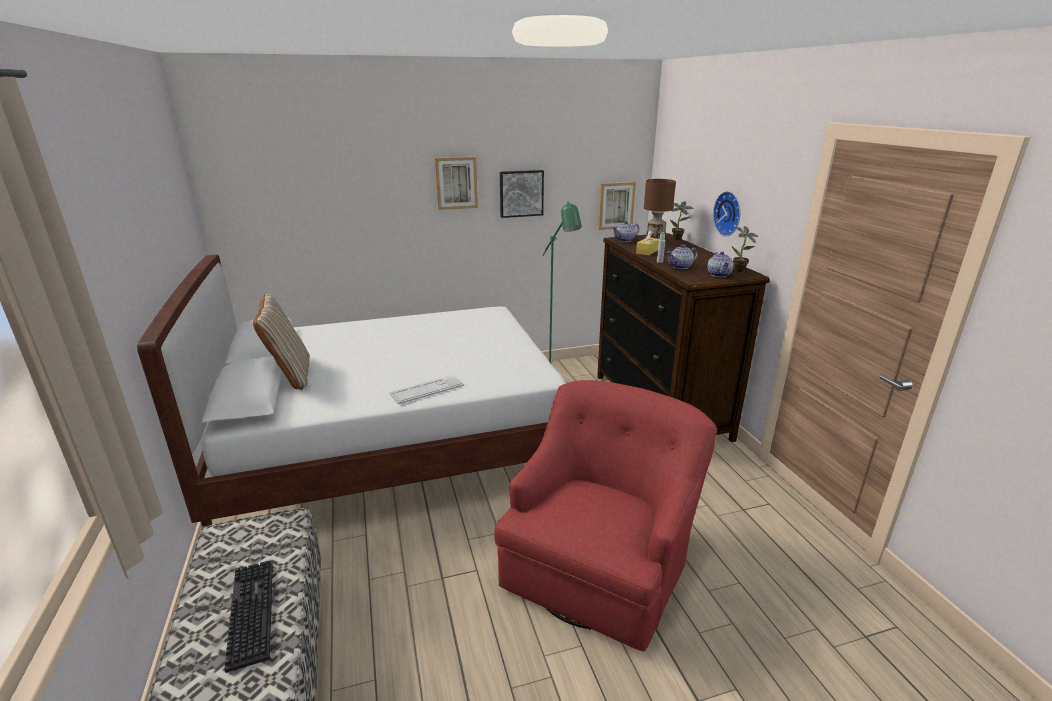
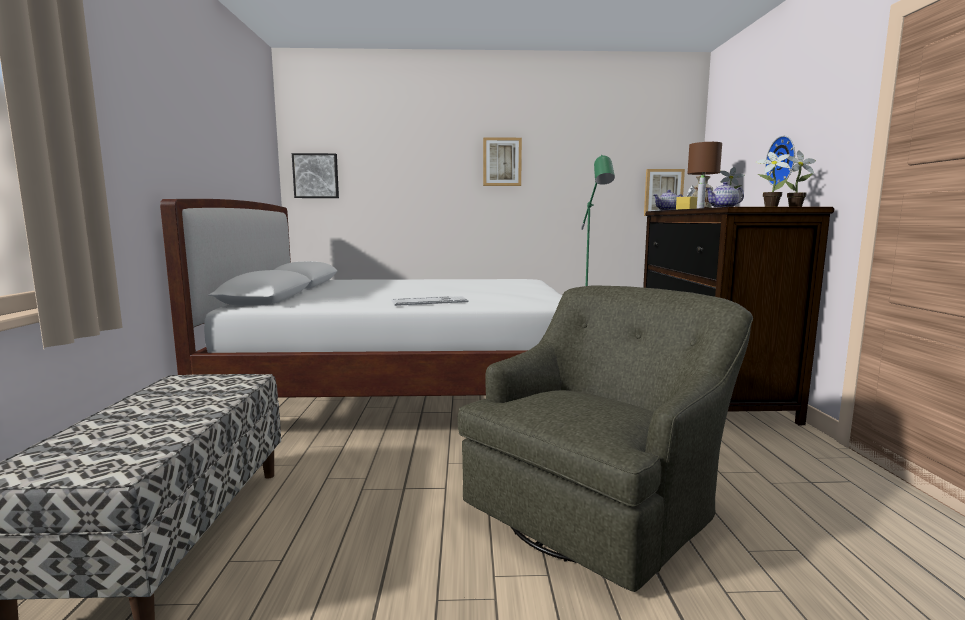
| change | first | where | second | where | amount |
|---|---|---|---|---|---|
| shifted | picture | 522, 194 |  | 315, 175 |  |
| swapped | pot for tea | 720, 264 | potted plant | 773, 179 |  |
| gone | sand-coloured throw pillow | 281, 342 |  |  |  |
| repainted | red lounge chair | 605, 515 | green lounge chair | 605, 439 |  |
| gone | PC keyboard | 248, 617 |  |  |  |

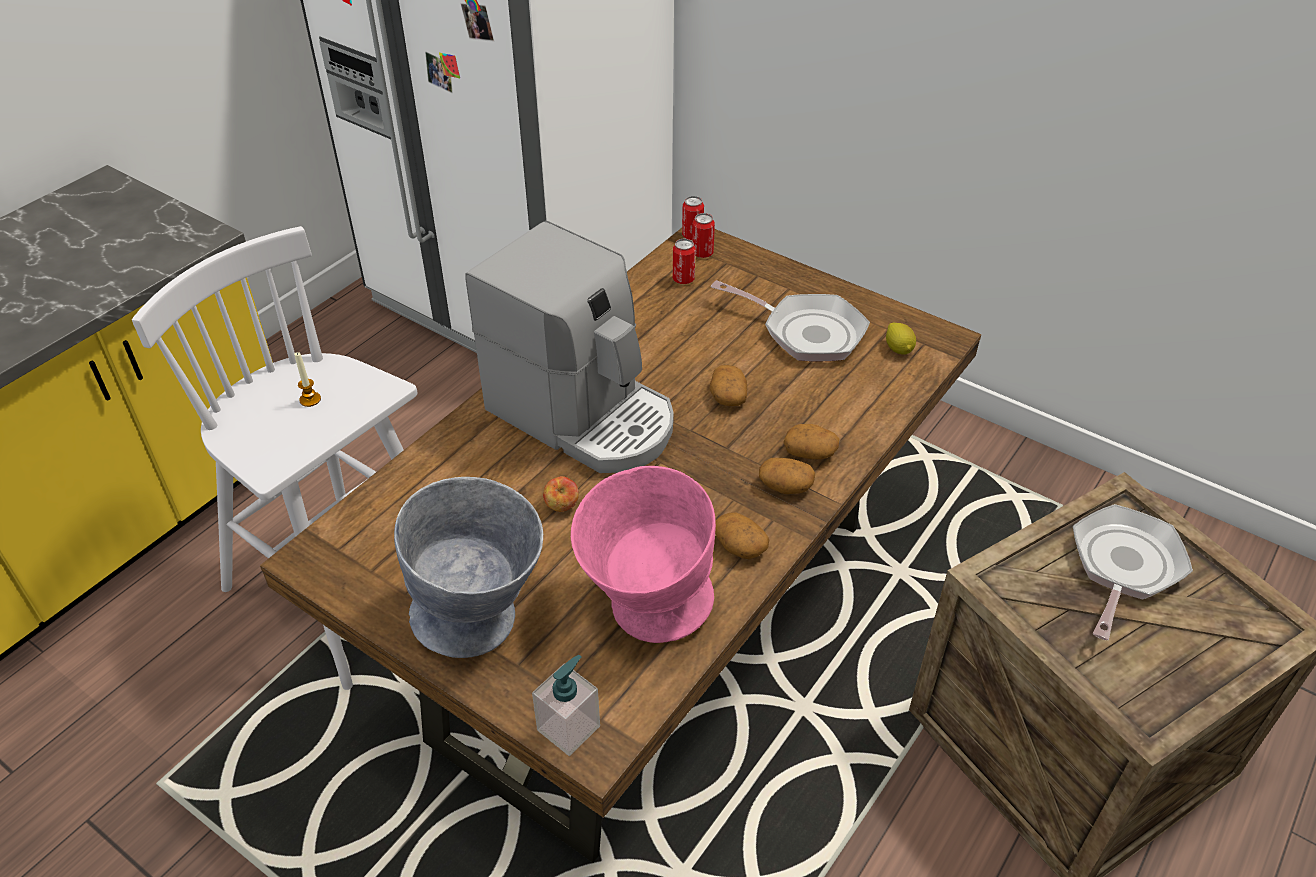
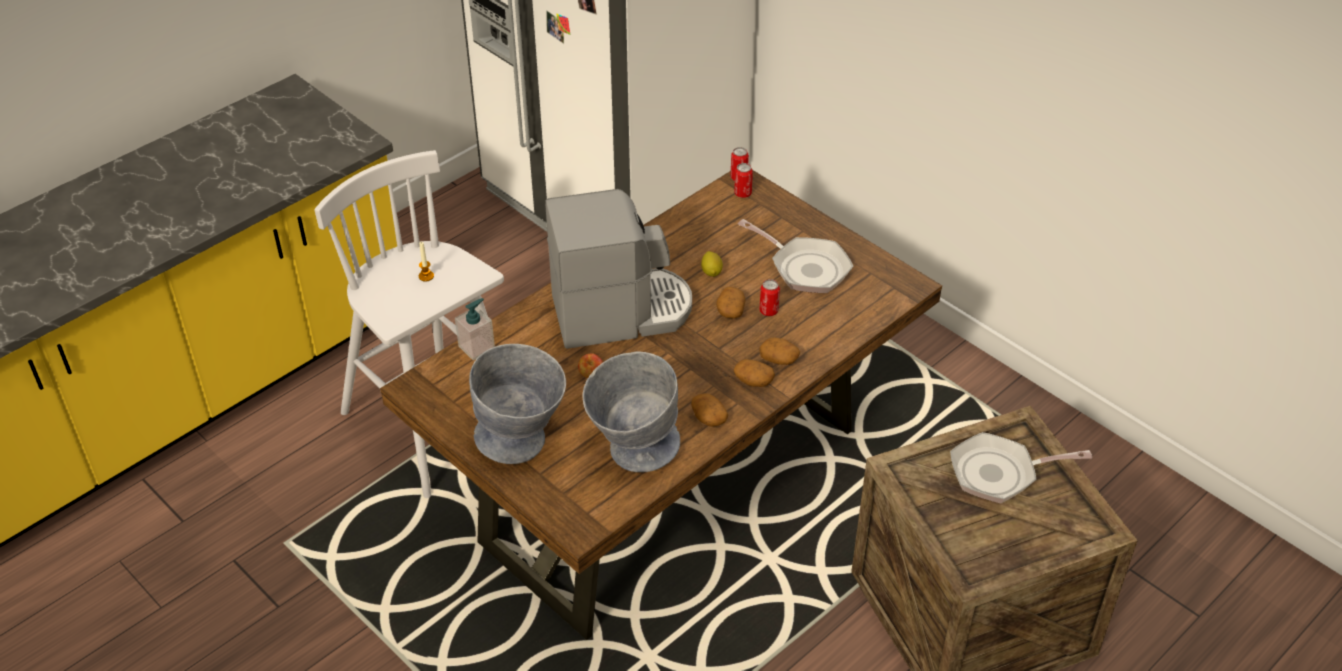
| change | first | where | second | where | amount |
|---|---|---|---|---|---|
| rotated | coffee machine | 569, 347 |  | 618, 269 | 60 degrees counterclockwise |
| shifted | metal can | 684, 261 |  | 769, 297 |  |
| shifted | citrus fruit | 901, 338 |  | 712, 264 |  |
| repainted | pinkish deep dish | 643, 554 | greyish deep dish | 631, 412 |  |
| rotated | frying pan | 1133, 572 |  | 1021, 467 | 135 degrees counterclockwise |
| shifted | liquid soap bottle | 566, 705 |  | 475, 329 |  |

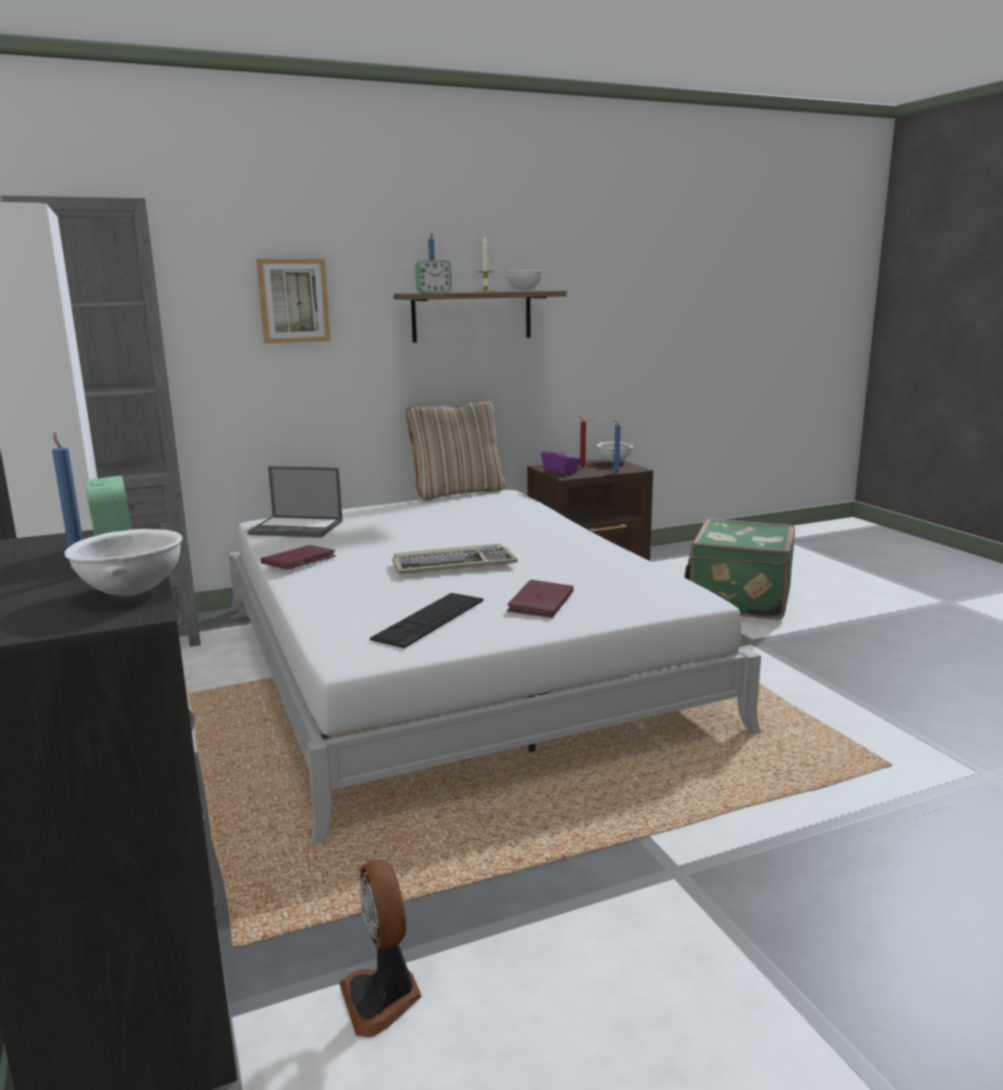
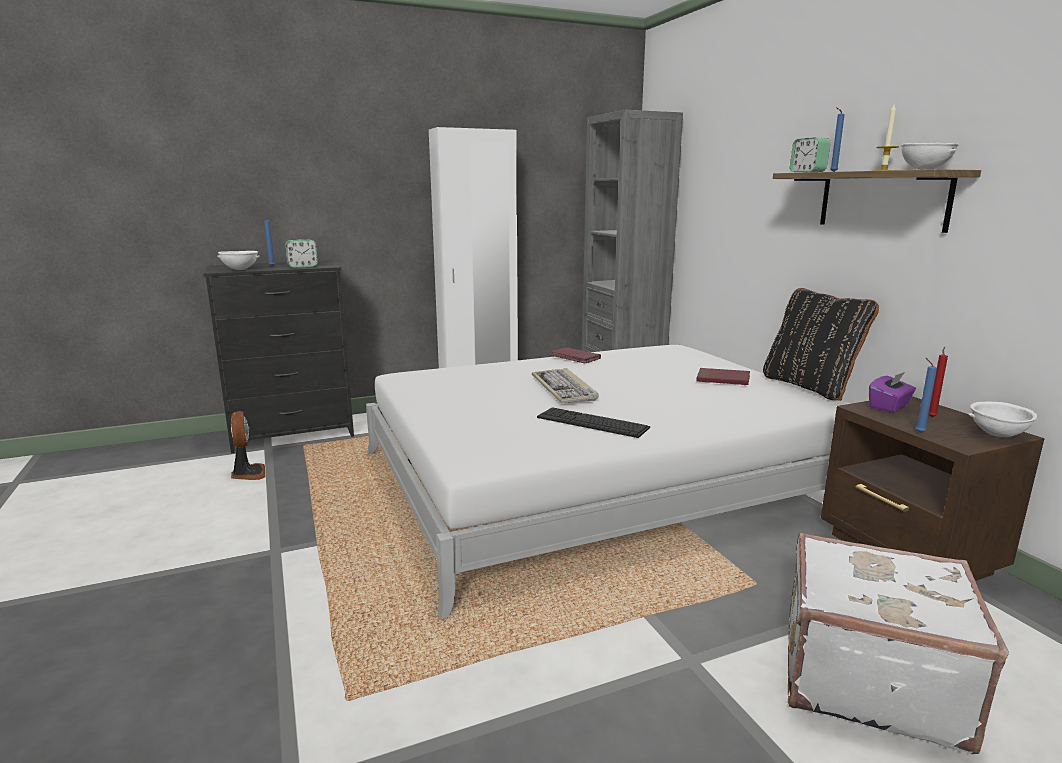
| change | first | where | second | where | amount |
|---|---|---|---|---|---|
| gone | picture | 294, 301 |  |  |  |
| repainted | sand-coloured throw pillow | 455, 450 | black-coloured throw pillow | 821, 344 |  |
| gone | notebook computer | 295, 502 |  |  |  |
| repainted | green piece of luggage | 739, 569 | white-coloured piece of luggage | 898, 643 |  |
| shifted | red bound book | 540, 599 |  | 723, 376 |  |
| shifted | PC keyboard | 426, 620 |  | 593, 423 |  |
| rotated | electric fan | 380, 948 |  | 248, 445 | 90 degrees clockwise |

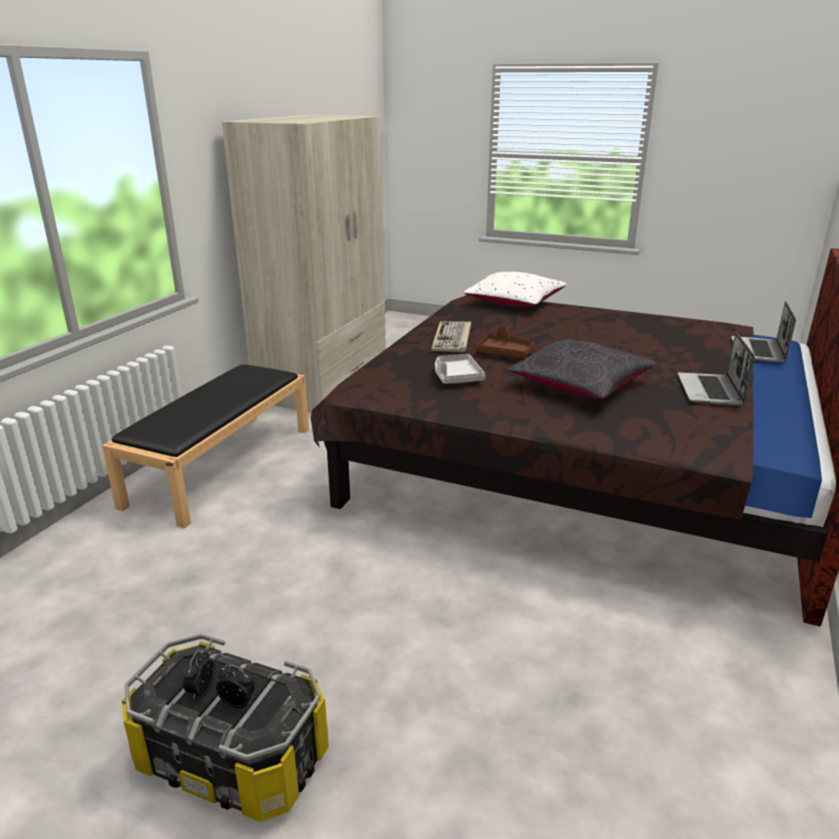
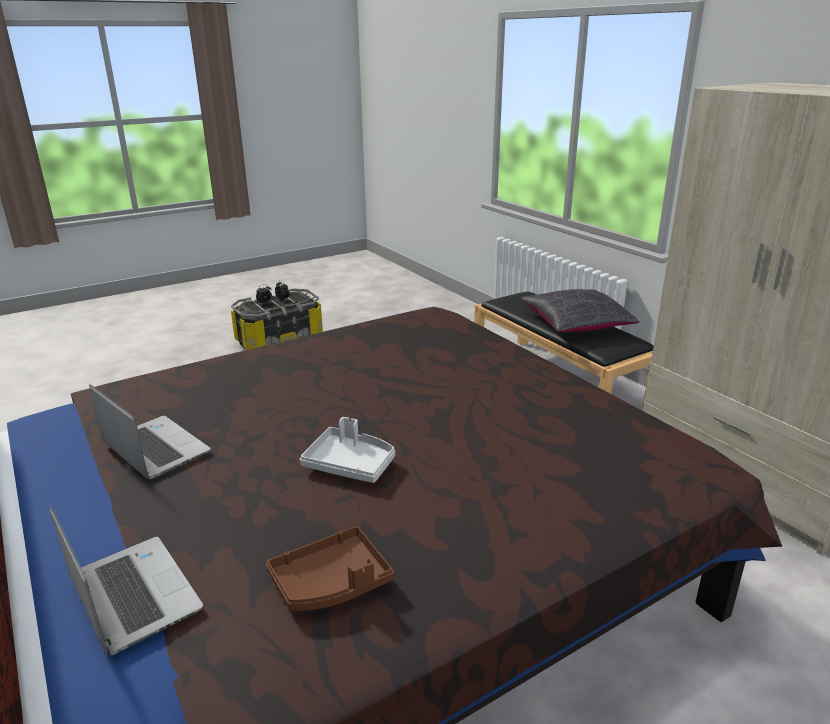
| change | first | where | second | where | amount |
|---|---|---|---|---|---|
| gone | white-coloured throw pillow | 515, 289 |  |  |  |
| gone | PC keyboard | 451, 337 |  |  |  |
| shifted | brownish tray | 504, 342 |  | 330, 568 |  |
| shifted | black-coloured throw pillow | 582, 369 |  | 580, 310 |  |
| shifted | greyish tray | 460, 369 |  | 347, 450 |  |

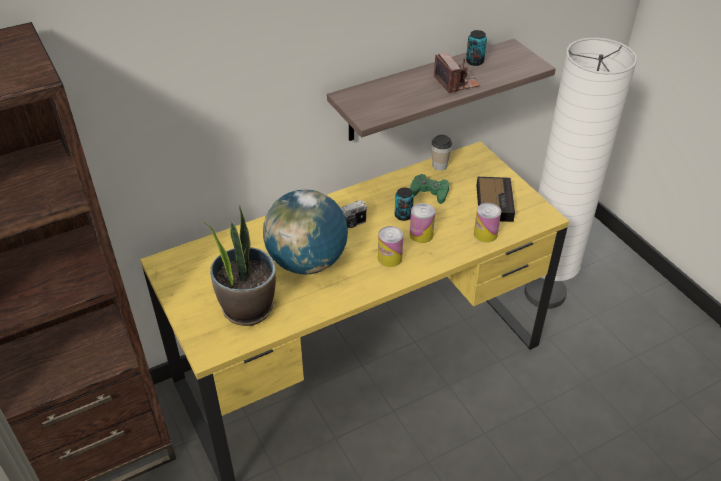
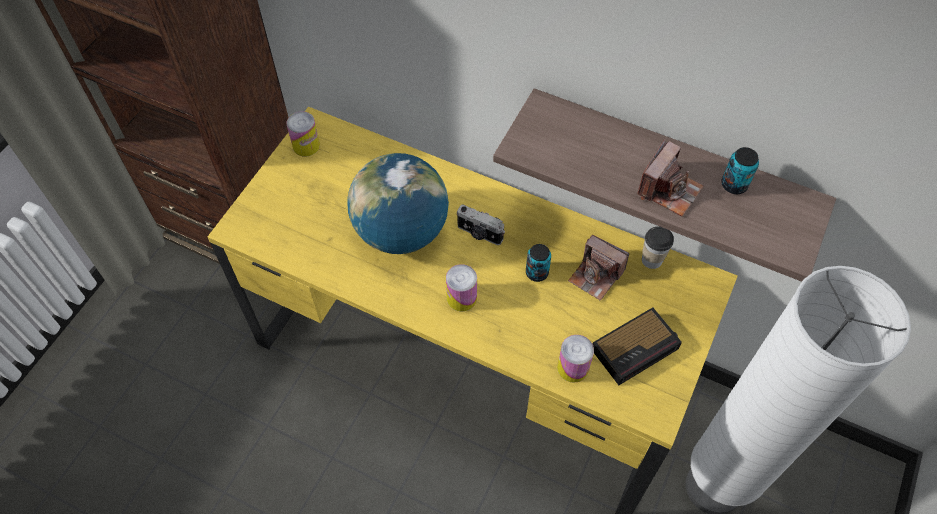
| change | first | where | second | where | amount |
|---|---|---|---|---|---|
| swapped | green gamepad | 429, 189 | still camera | 598, 268 |  |
| shifted | metal can | 422, 223 |  | 303, 133 |  |
| gone | potted plant | 240, 265 |  |  |  |

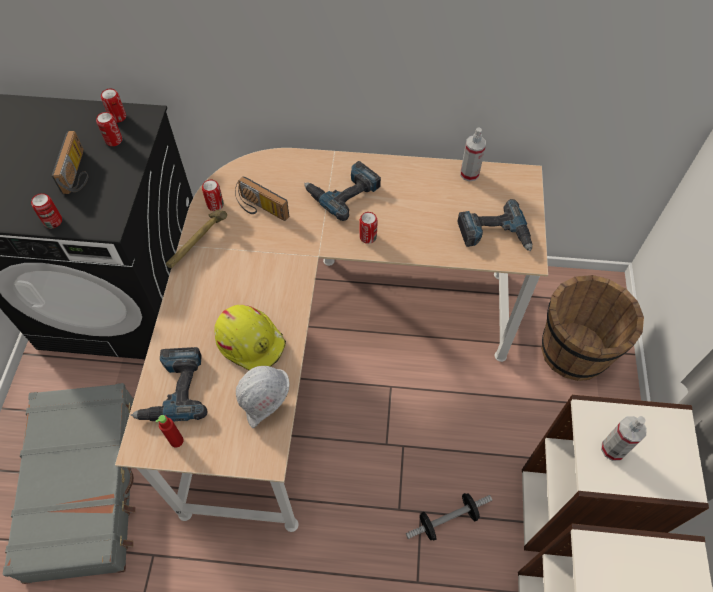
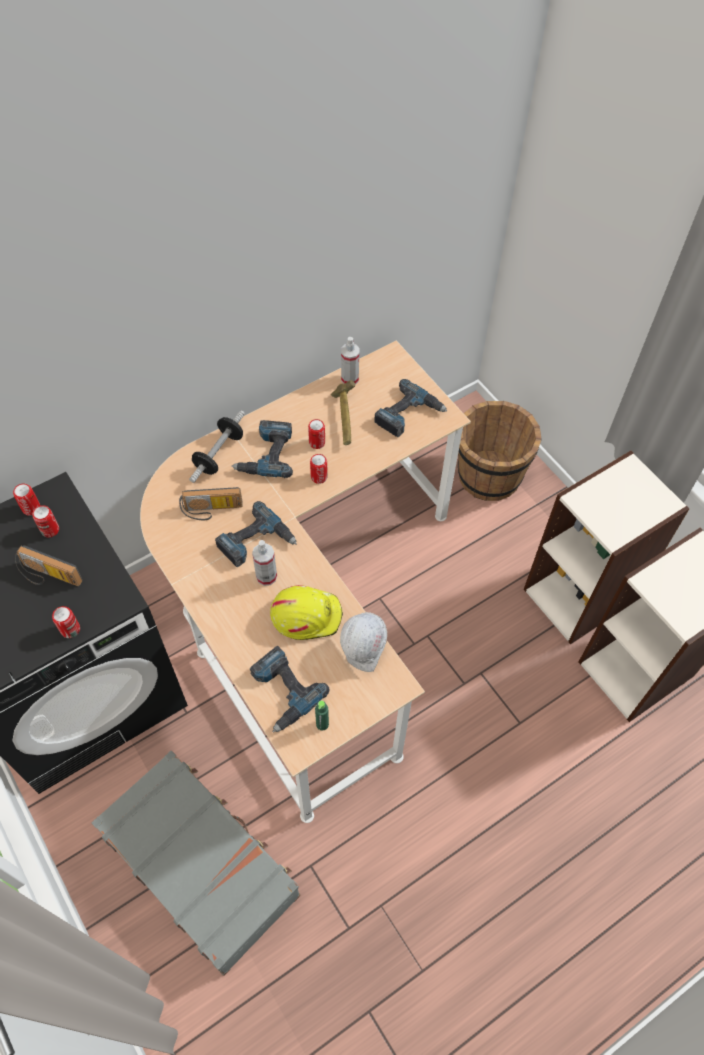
| change | first | where | second | where | amount |
|---|---|---|---|---|---|
| rotated | radio receiver | 70, 162 |  | 49, 565 | 150 degrees clockwise |
| shifted | metal can | 213, 195 |  | 316, 434 |  |
| shifted | tool hammer | 196, 239 |  | 343, 412 |  |
| repainted | red beverage bottle | 170, 431 | green beverage bottle | 322, 715 |  |
| shifted | sprayer | 624, 438 |  | 264, 563 |  |
| shifted | hand weight | 449, 517 |  | 217, 446 |  |
| new |  |  | drill | 255, 534 |  |

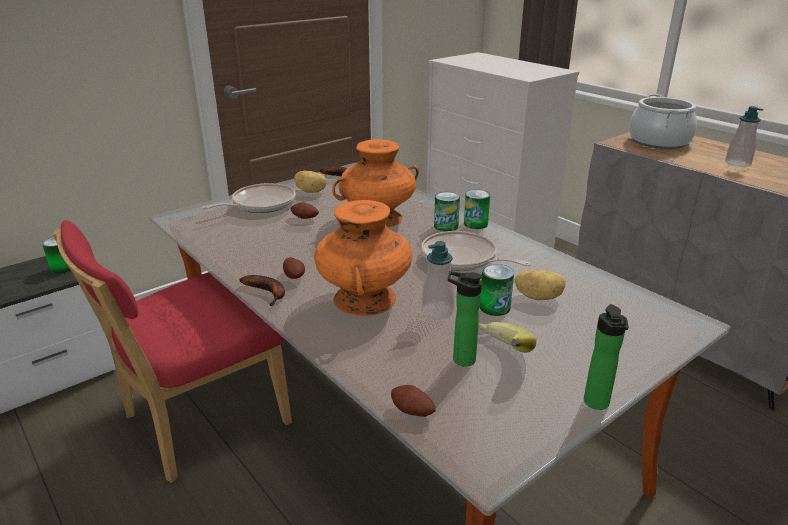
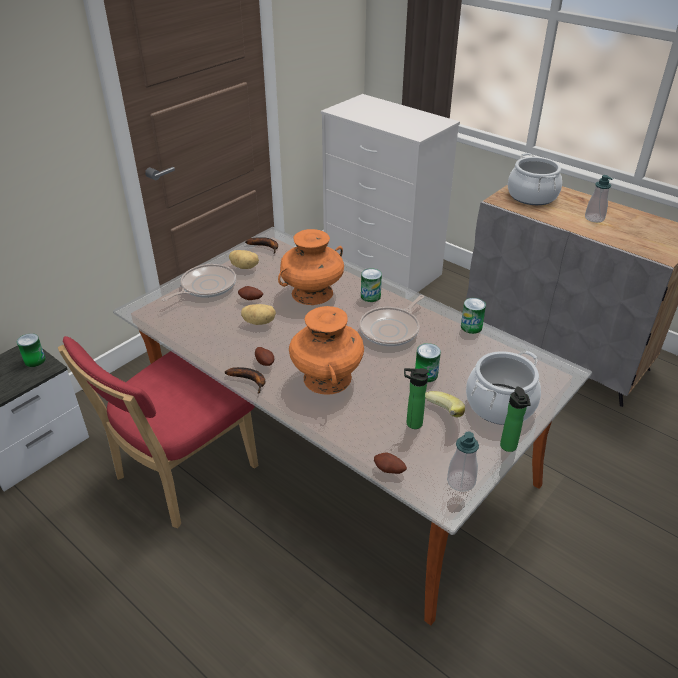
| change | first | where | second | where | amount |
|---|---|---|---|---|---|
| shifted | metal can | 477, 209 |  | 473, 316 |  |
| rotated | frying pan | 476, 251 |  | 391, 320 | 75 degrees counterclockwise |
| shifted | liquid soap bottle | 438, 280 |  | 463, 461 |  |
| shifted | whole potato | 540, 285 |  | 258, 314 |  |
| new |  |  | saucepot | 503, 388 |  |

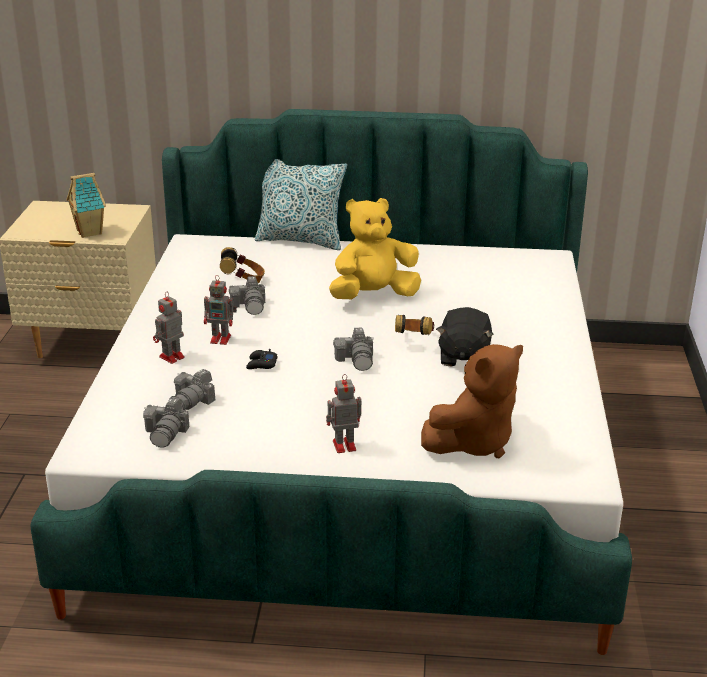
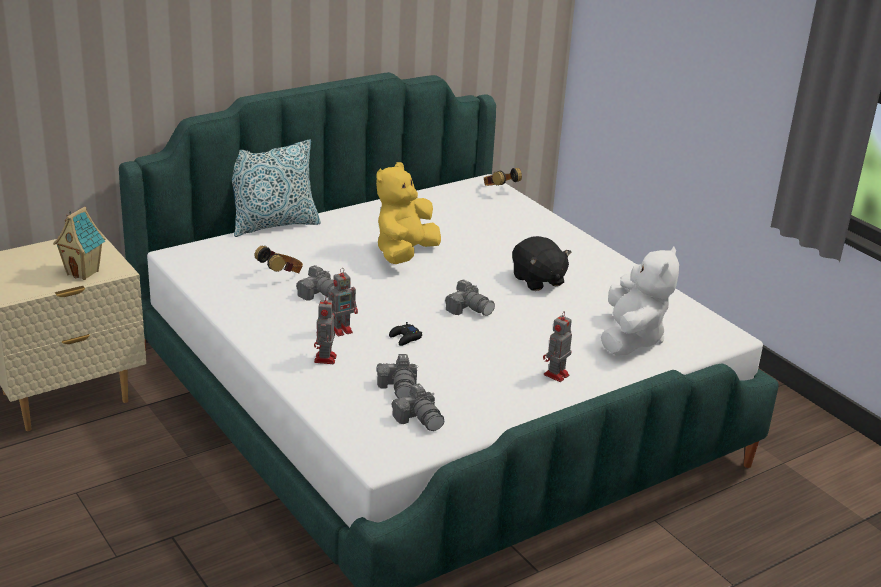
| change | first | where | second | where | amount |
|---|---|---|---|---|---|
| shifted | headphones | 414, 325 |  | 503, 177 |  |
| repainted | brownish plush toy | 472, 401 | white-coloured plush toy | 640, 301 |  |

